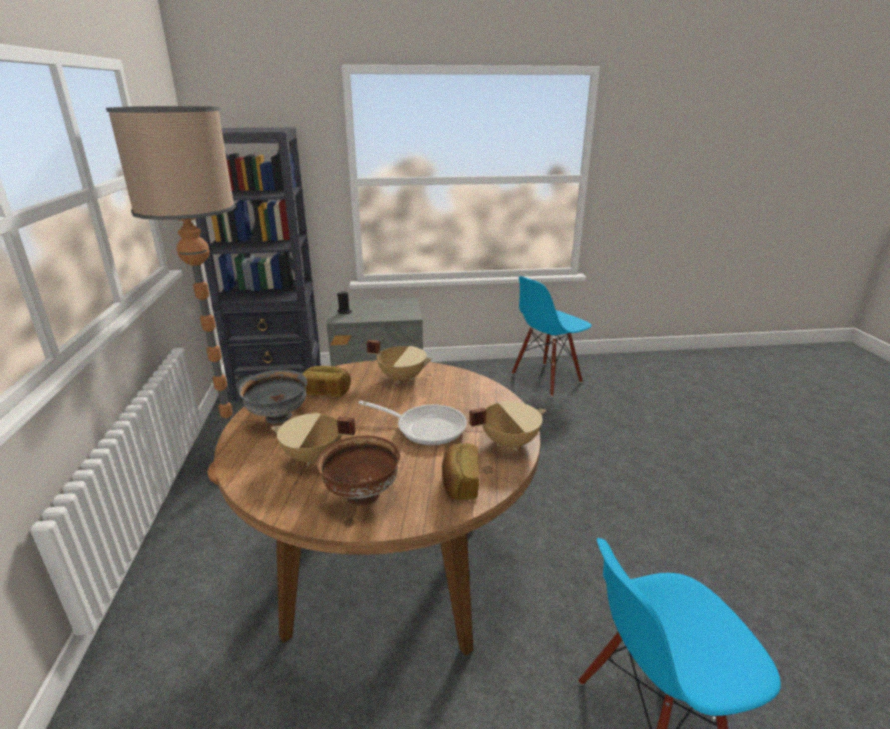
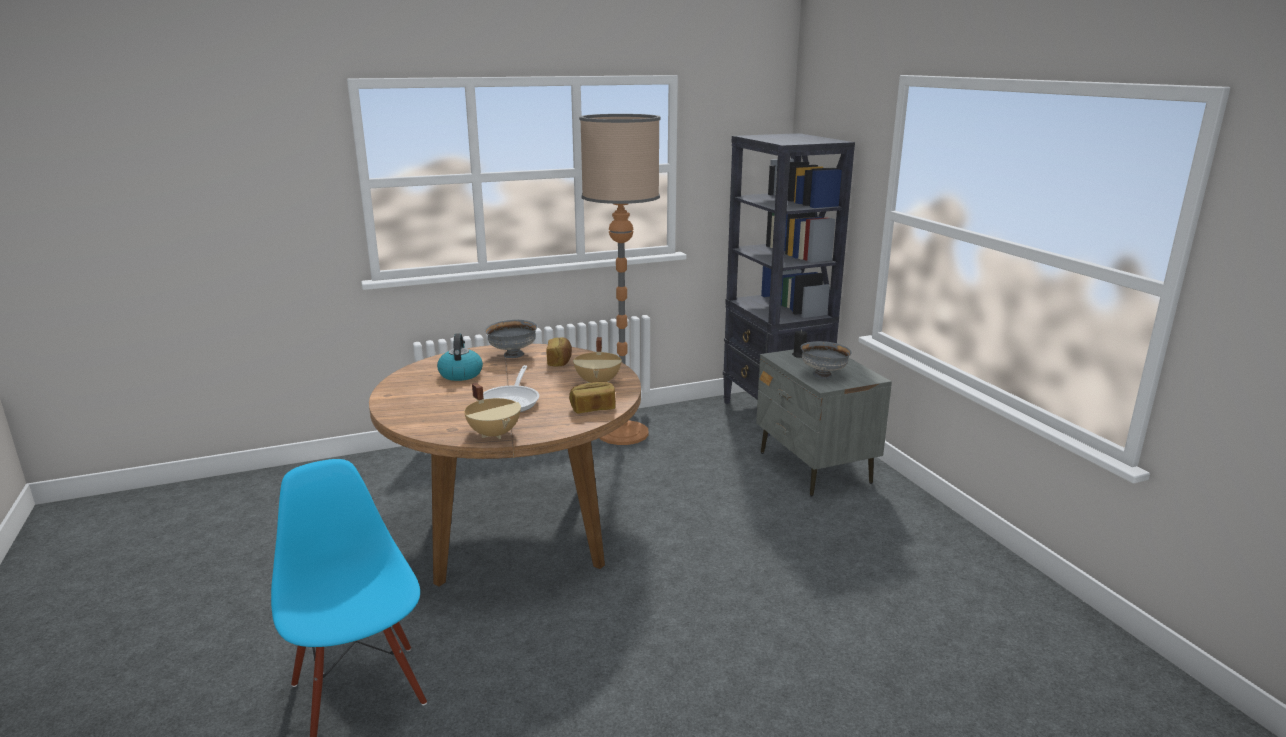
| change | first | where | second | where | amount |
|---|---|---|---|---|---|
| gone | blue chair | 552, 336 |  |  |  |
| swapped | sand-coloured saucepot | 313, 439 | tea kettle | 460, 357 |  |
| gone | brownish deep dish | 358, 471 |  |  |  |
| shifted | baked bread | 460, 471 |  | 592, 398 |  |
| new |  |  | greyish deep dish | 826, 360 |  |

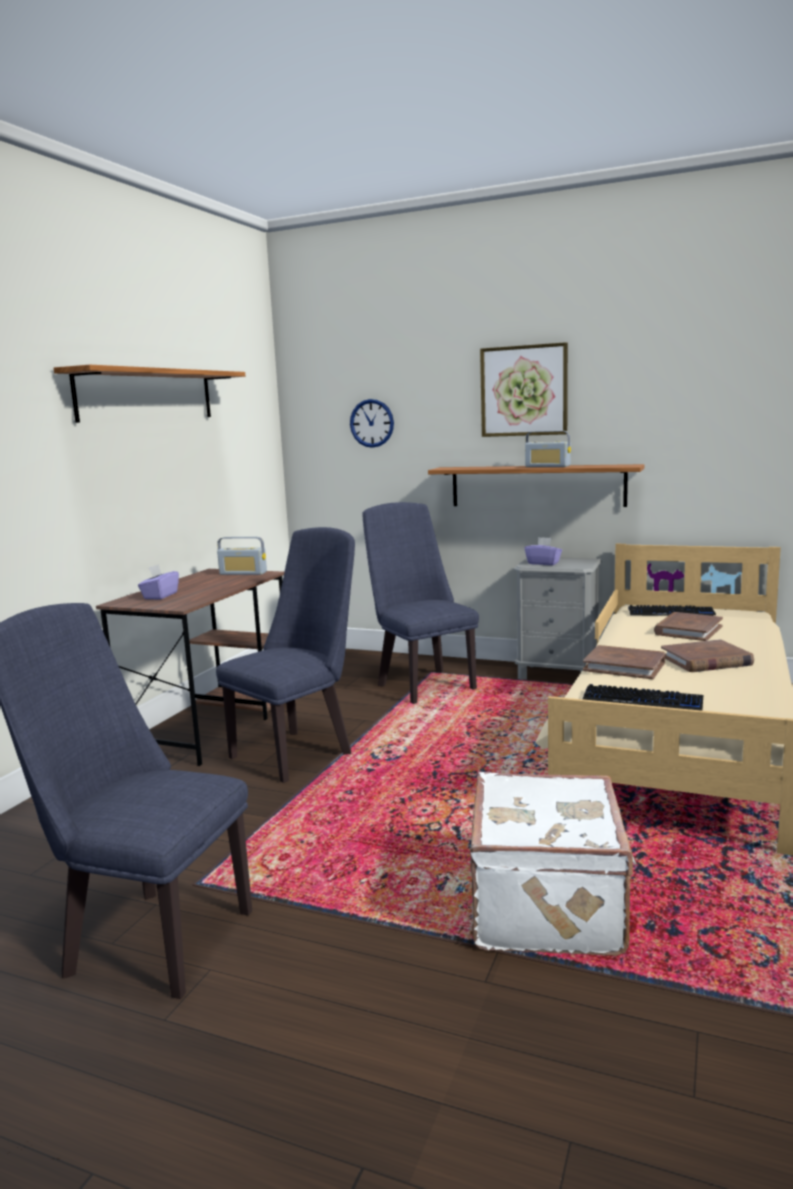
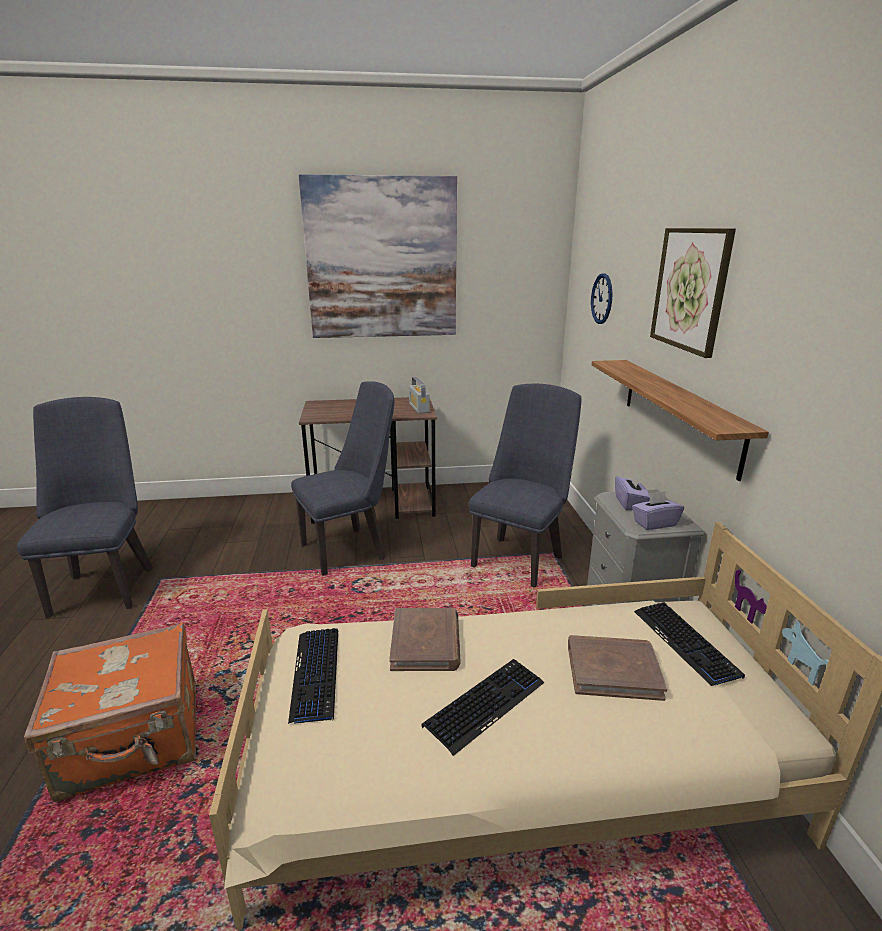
| change | first | where | second | where | amount |
|---|---|---|---|---|---|
| swapped | shelf | 149, 394 | picture | 378, 256 |  |
| gone | radio receiver | 548, 449 |  |  |  |
| rotated | blue chair | 285, 655 |  | 342, 478 | 45 degrees counterclockwise |
| shifted | purple-coloured tissue box | 158, 581 |  | 658, 510 |  |
| swapped | brownish bound book | 707, 655 | PC keyboard | 482, 707 |  |
| repainted | white-coloured piece of luggage | 553, 864 | orangey piece of luggage | 110, 712 |  |

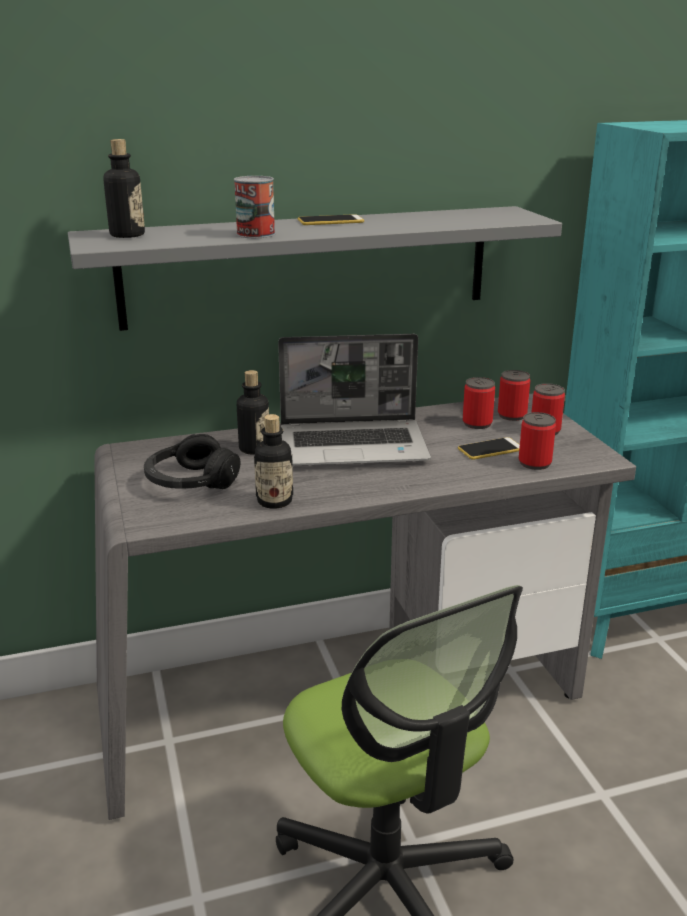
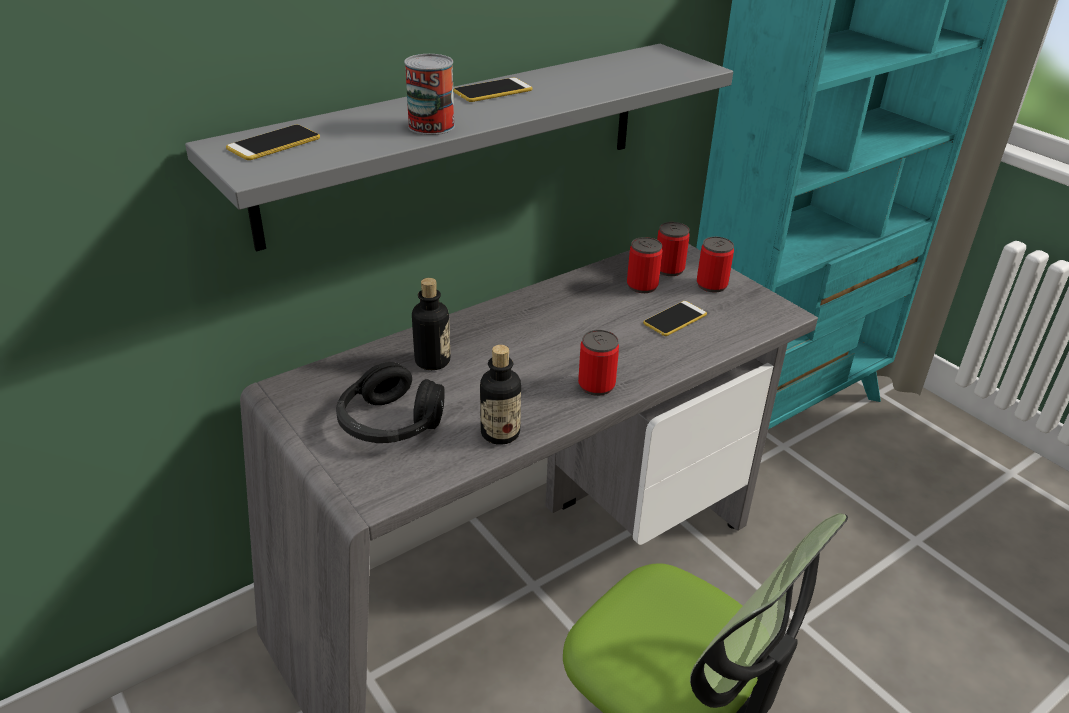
| change | first | where | second | where | amount |
|---|---|---|---|---|---|
| swapped | beverage bottle | 124, 188 | phone | 273, 142 |  |
| gone | notebook computer | 354, 400 |  |  |  |
| shifted | metal can | 537, 441 |  | 598, 363 |  |

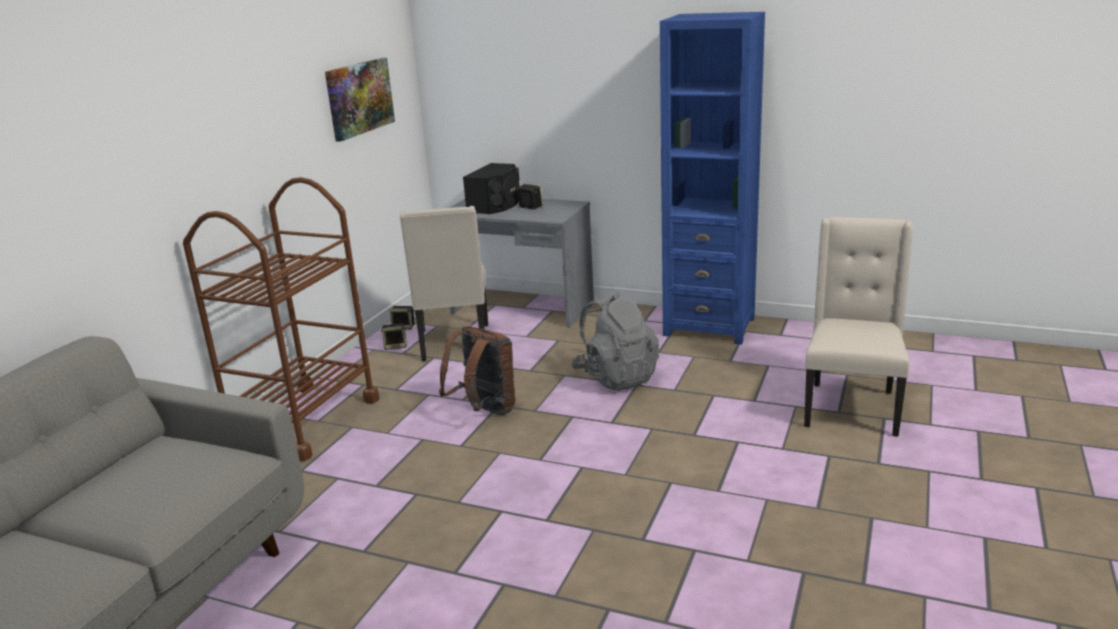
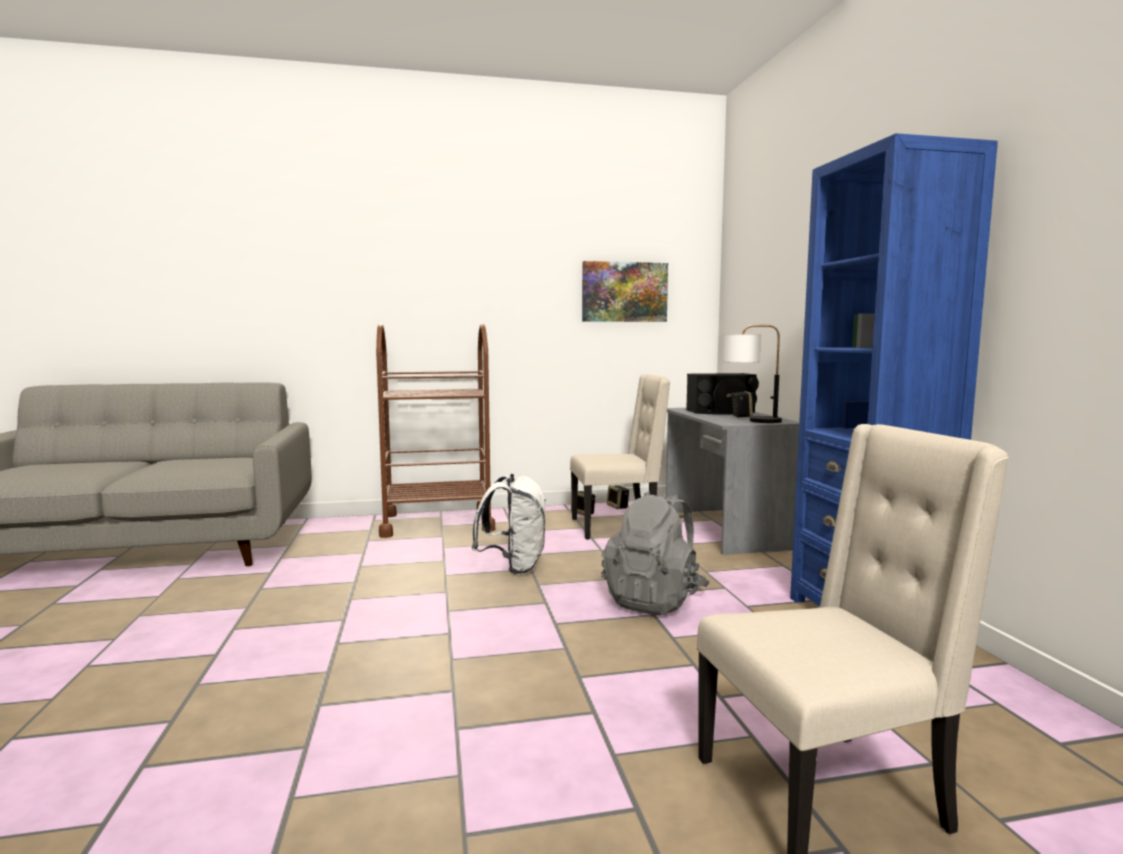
| change | first | where | second | where | amount |
|---|---|---|---|---|---|
| rotated | sand-coloured chair | 444, 283 |  | 620, 457 | 150 degrees counterclockwise |
| repainted | brownish knapsack | 477, 370 | white-coloured knapsack | 508, 524 |  |
| new |  |  | tabletop lamp | 752, 374 |  |

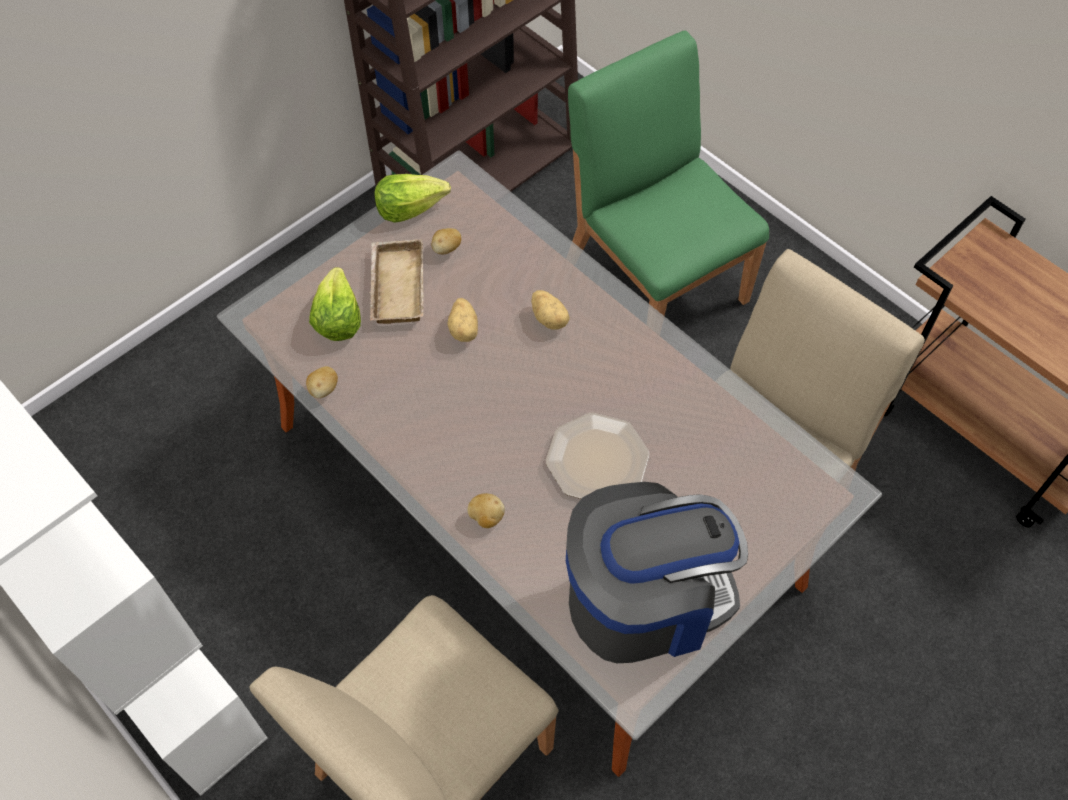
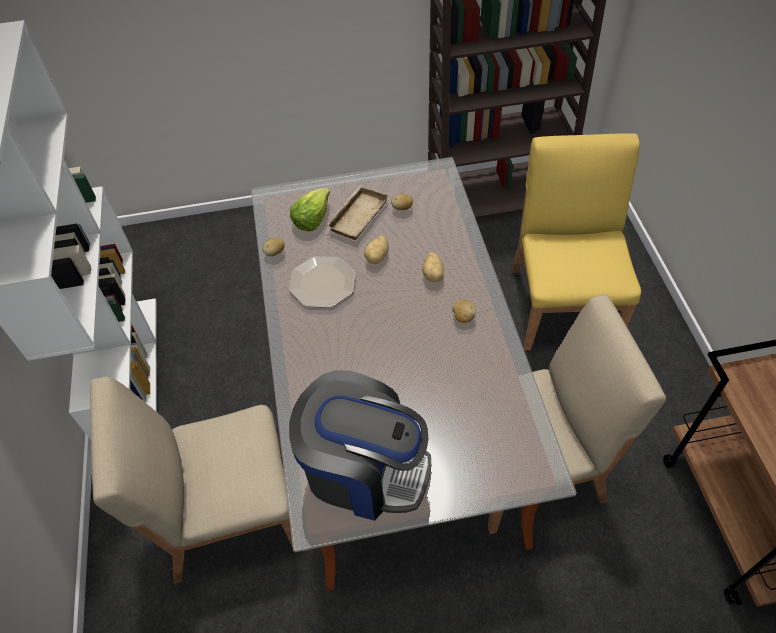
| change | first | where | second | where | amount |
|---|---|---|---|---|---|
| repainted | green chair | 668, 173 | yellowish chair | 576, 241 |  |
| gone | lettuce head | 412, 198 |  |  |  |
| shifted | dinner plate | 597, 456 |  | 322, 282 |  |
| shifted | whole potato | 486, 510 |  | 464, 311 |  |

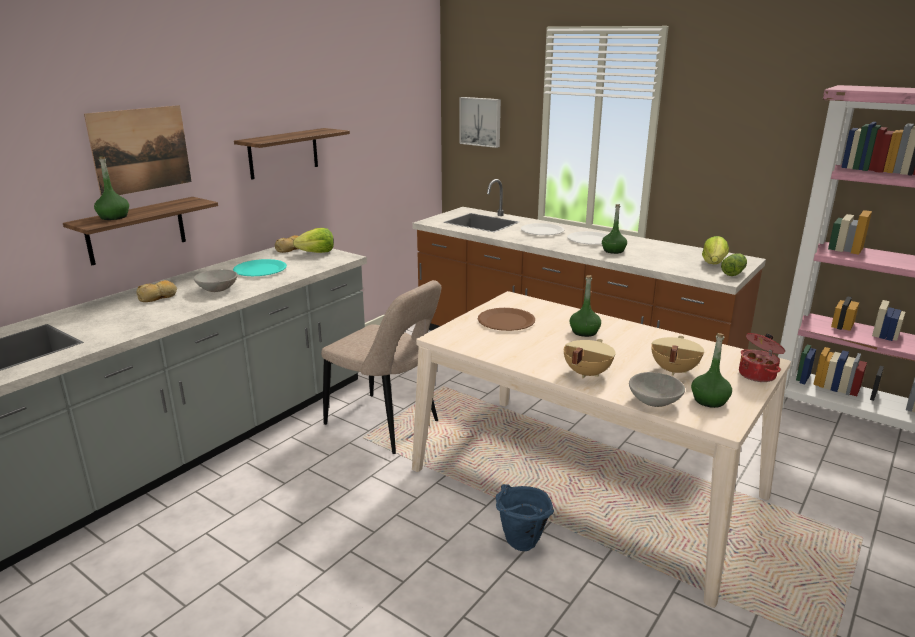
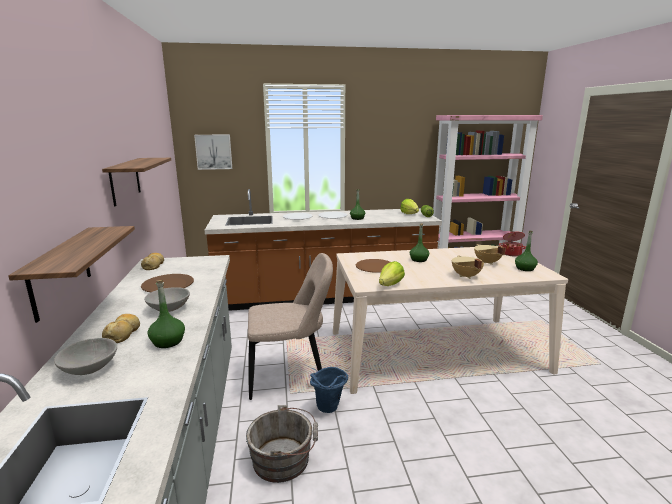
| change | first | where | second | where | amount |
|---|---|---|---|---|---|
| gone | picture | 138, 150 |  |  |  |
| shifted | green beverage bottle | 111, 188 |  | 166, 314 |  |
| shifted | lettuce head | 313, 240 |  | 392, 273 |  |
| repainted | turquoise-coloured dinner plate | 260, 267 | brownish dinner plate | 167, 283 |  |
| shifted | greyish deep dish | 657, 389 |  | 85, 356 |  |
| shifted | blue pail | 525, 517 |  | 329, 390 |  |
| new |  |  | greyish pail | 282, 444 |  |

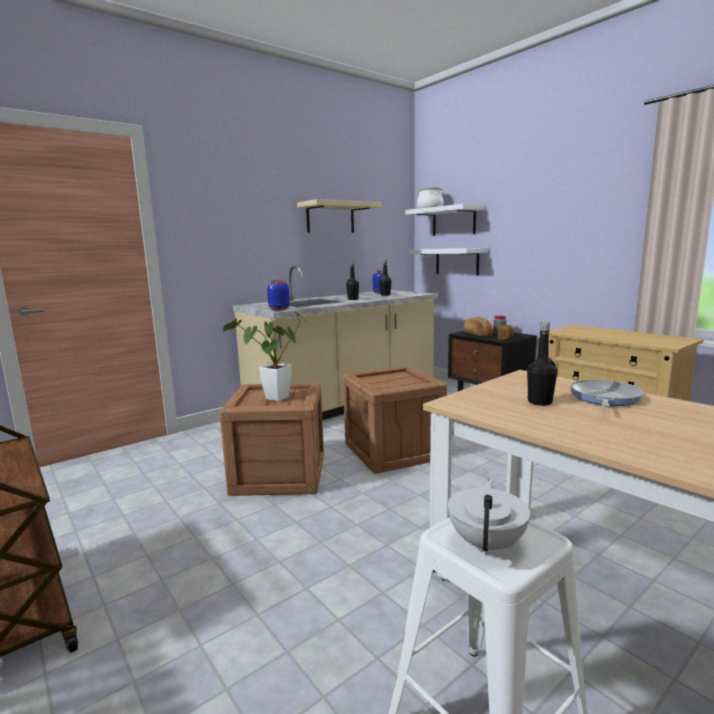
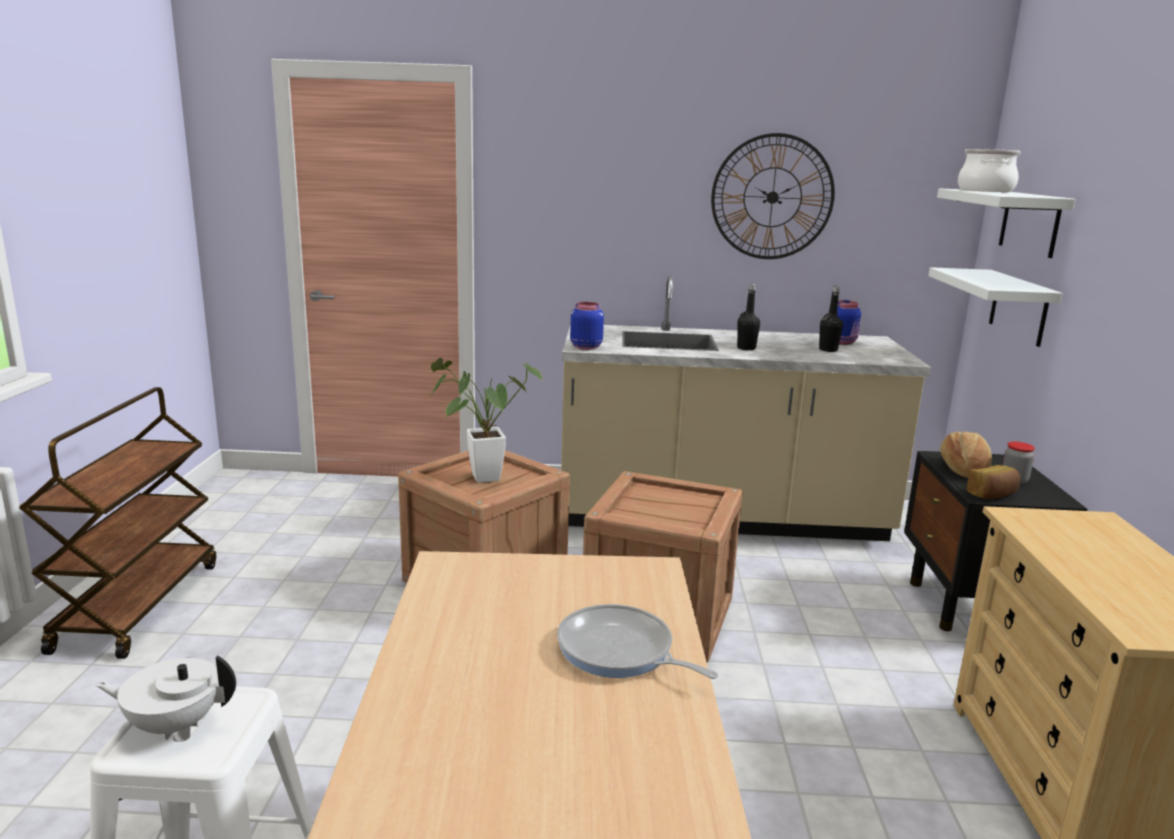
| change | first | where | second | where | amount |
|---|---|---|---|---|---|
| swapped | sand-coloured shelf | 339, 216 | hanging clock | 773, 196 |  |
| gone | black-coloured beverage bottle | 542, 364 |  |  |  |
| rotated | frying pan | 607, 393 |  | 637, 641 | 120 degrees counterclockwise |
| rotated | white-coloured pot for tea | 489, 517 |  | 165, 697 | 150 degrees counterclockwise |

